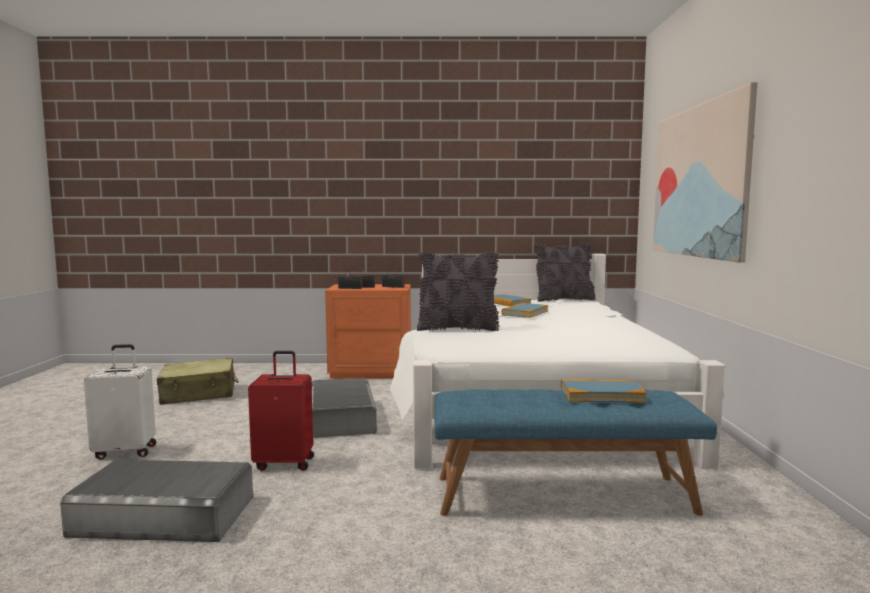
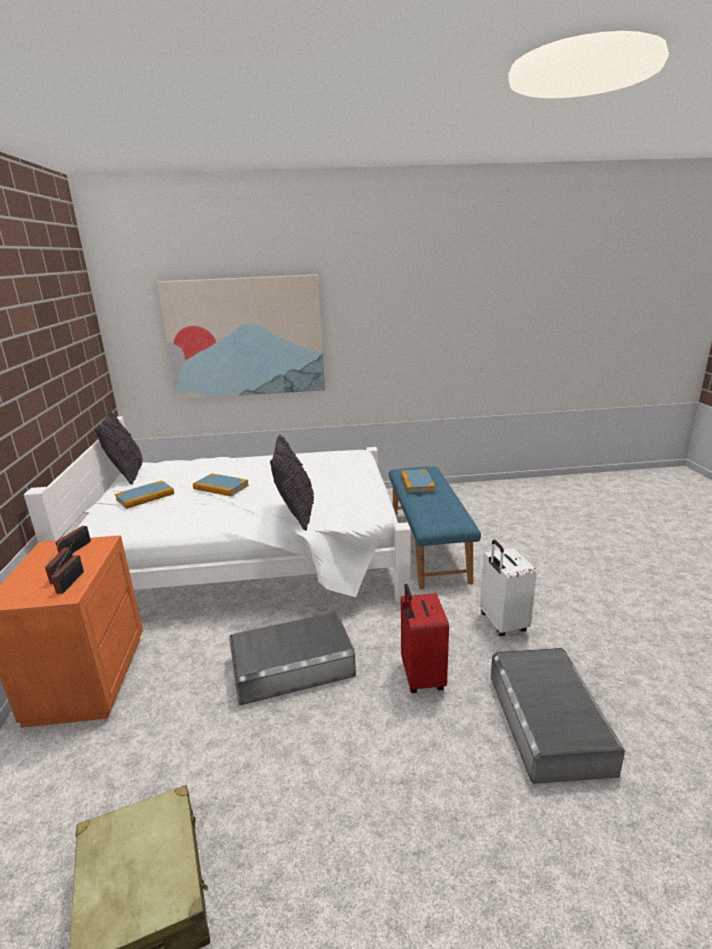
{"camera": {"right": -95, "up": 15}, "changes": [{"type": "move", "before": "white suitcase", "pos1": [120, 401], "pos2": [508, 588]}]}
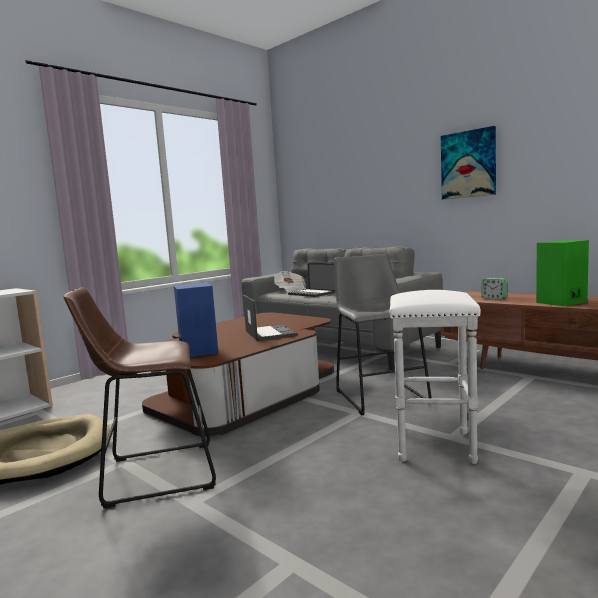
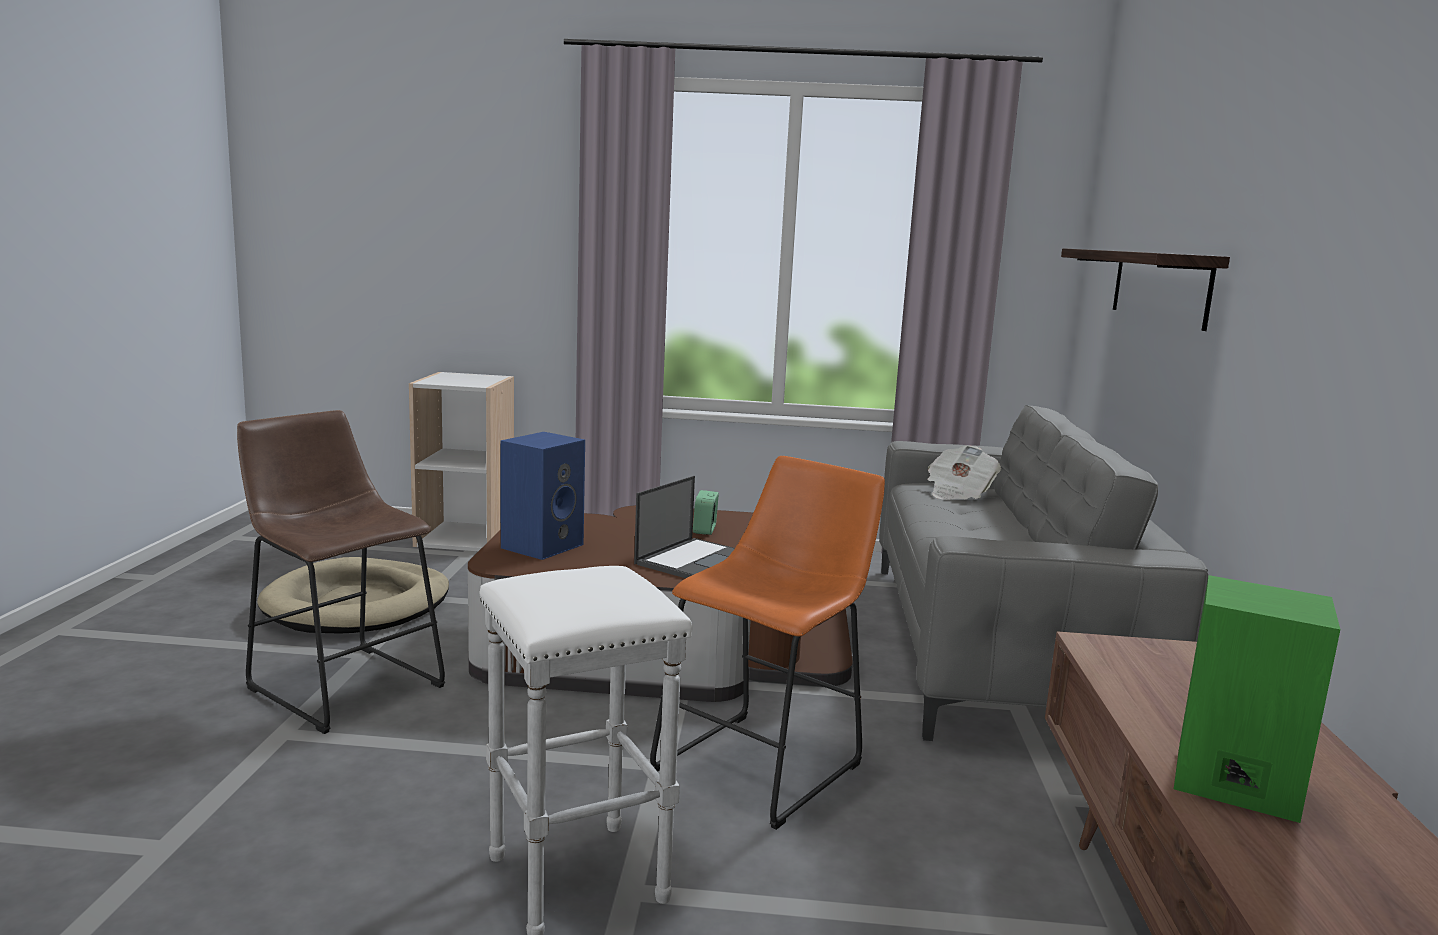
{"camera": {"right": 50, "up": 5}, "changes": [{"type": "delete", "before": "laptop", "pos1": [311, 280]}, {"type": "delete", "before": "picture", "pos1": [468, 162]}, {"type": "insert", "after": "shelf", "pos2": [1145, 289]}, {"type": "move", "before": "alarm clock", "pos1": [495, 289], "pos2": [706, 512]}, {"type": "recolor", "before": "grey stool", "after": "orange stool", "pos1": [382, 335], "pos2": [767, 643]}]}
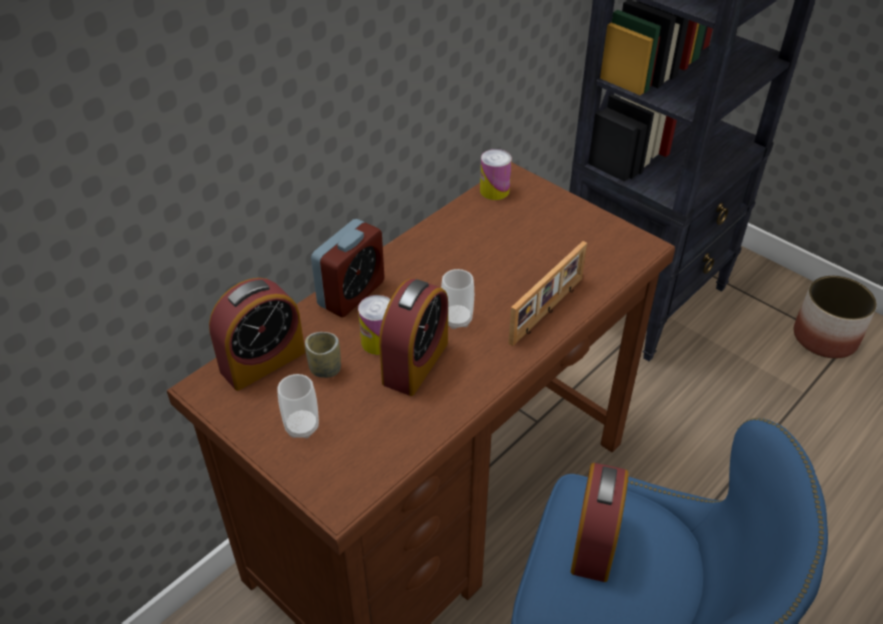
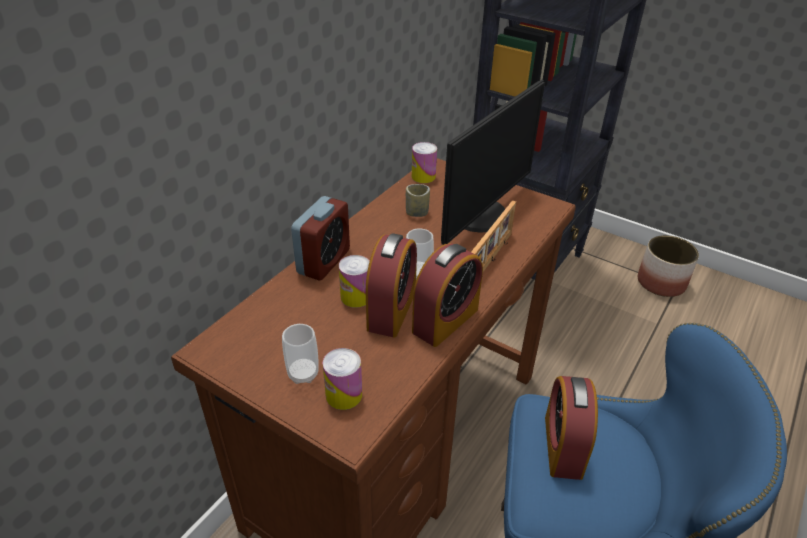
{"camera": {"right": -10, "up": -5}, "changes": [{"type": "insert", "after": "can", "pos2": [342, 379]}, {"type": "insert", "after": "monitor", "pos2": [493, 162]}, {"type": "move", "before": "alarm clock", "pos1": [257, 334], "pos2": [447, 295]}, {"type": "move", "before": "cup", "pos1": [323, 355], "pos2": [418, 200]}]}
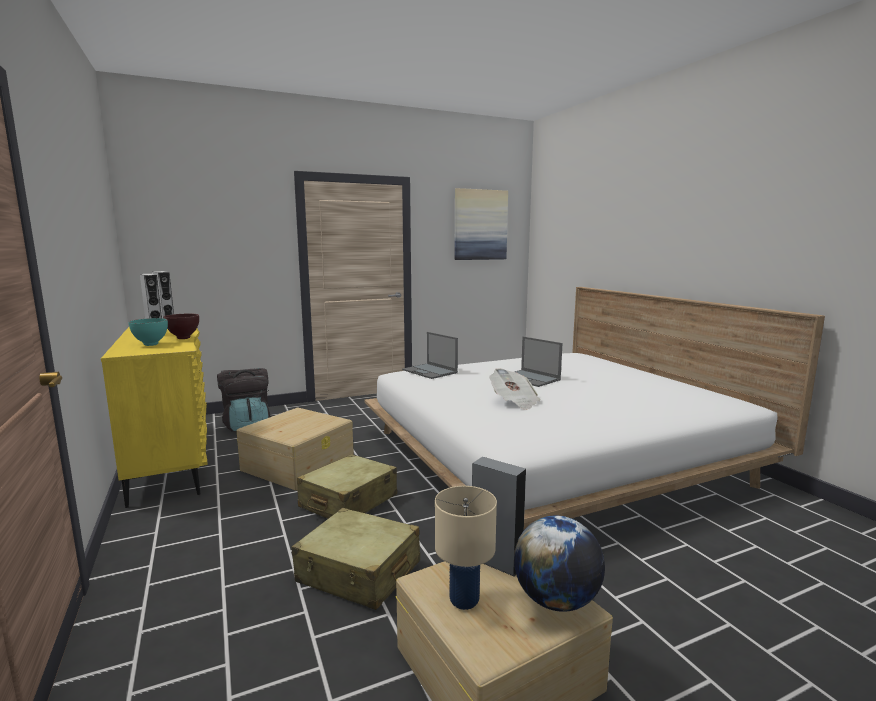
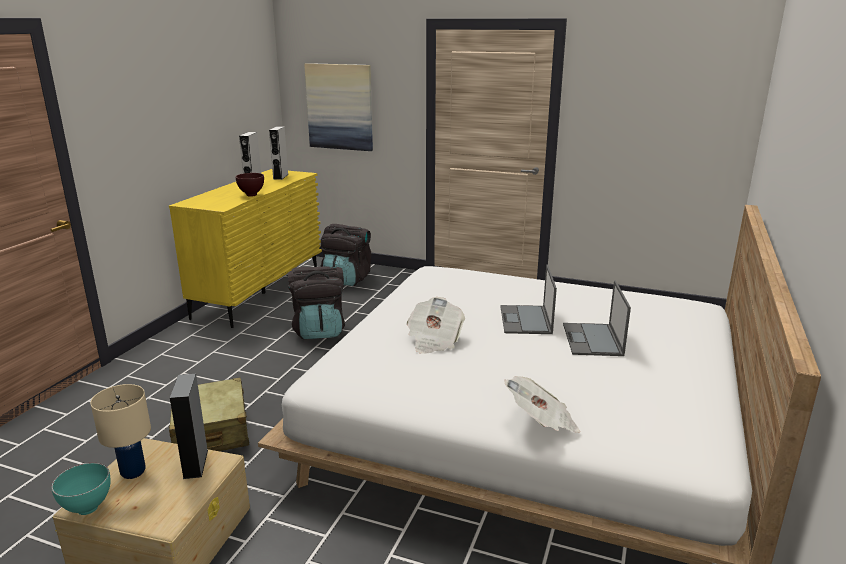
{"camera": {"right": 45, "up": 10}, "changes": [{"type": "delete", "before": "beige suitcase", "pos1": [347, 486]}, {"type": "delete", "before": "globe", "pos1": [559, 564]}, {"type": "insert", "after": "newspaper", "pos2": [542, 404]}, {"type": "move", "before": "turquoise bowl", "pos1": [148, 332], "pos2": [81, 489]}, {"type": "move", "before": "laptop", "pos1": [430, 355], "pos2": [597, 318]}, {"type": "move", "before": "picture", "pos1": [481, 224], "pos2": [338, 107]}, {"type": "replace", "before": "beige storage box", "after": "black backpack", "pos1": [295, 448], "pos2": [316, 303]}]}
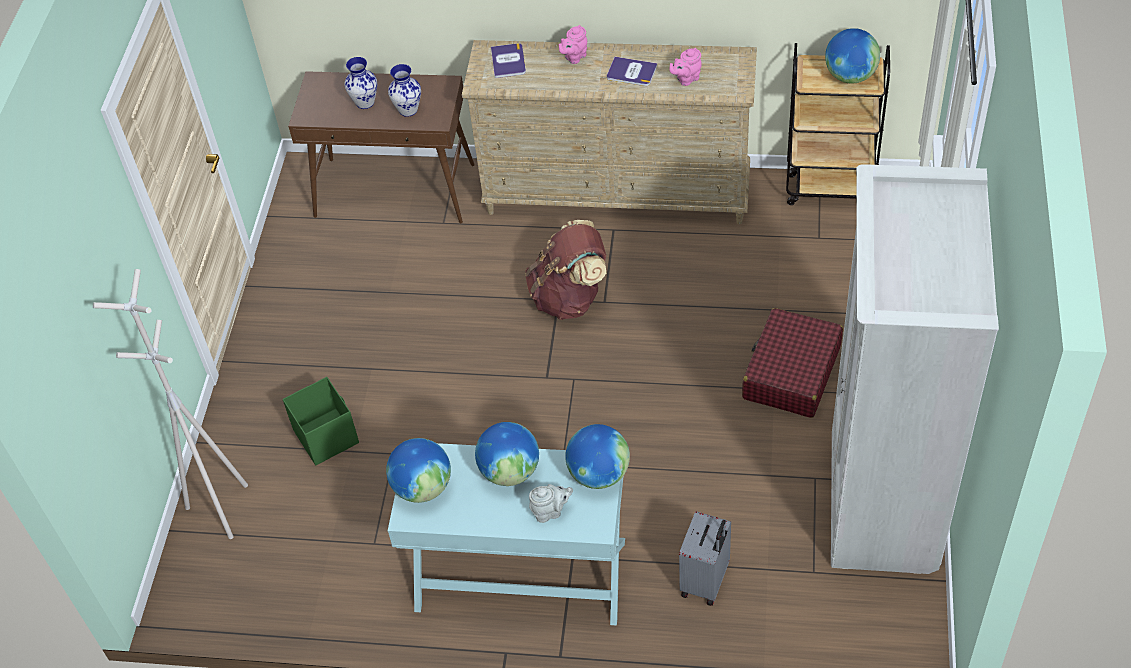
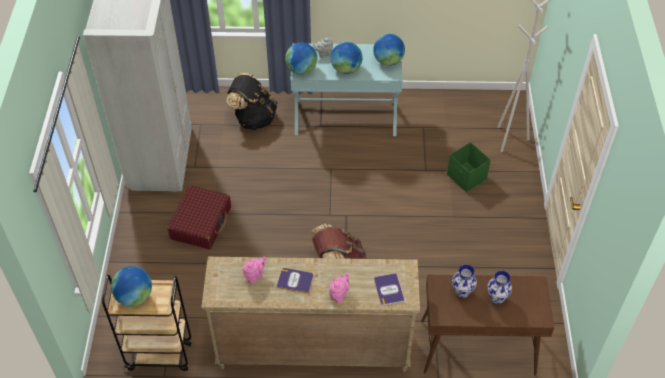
{"camera": {"right": 170, "up": 0}, "changes": [{"type": "replace", "before": "grey suitcase", "after": "black backpack", "pos1": [705, 558], "pos2": [251, 101]}]}
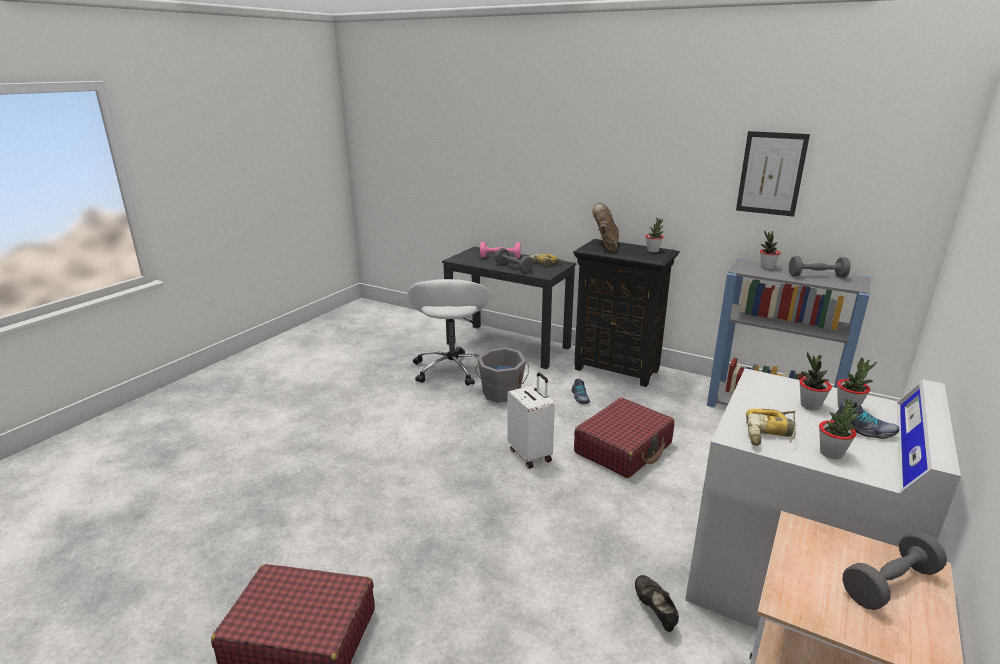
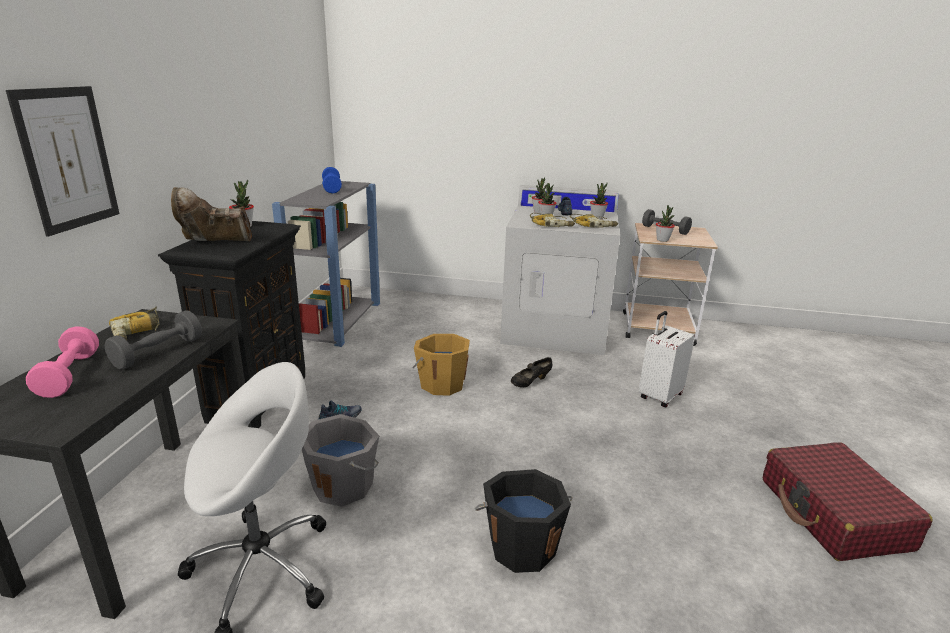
{"camera": {"right": -110, "up": 0}, "changes": [{"type": "insert", "after": "black bucket", "pos2": [524, 521]}, {"type": "insert", "after": "power drill", "pos2": [552, 220]}, {"type": "move", "before": "white suitcase", "pos1": [531, 420], "pos2": [667, 359]}, {"type": "move", "before": "black shoe", "pos1": [657, 603], "pos2": [531, 372]}, {"type": "move", "before": "picture", "pos1": [773, 174], "pos2": [63, 161]}, {"type": "move", "before": "potted plant", "pos1": [770, 249], "pos2": [665, 223]}, {"type": "replace", "before": "red suitcase", "after": "orange bucket", "pos1": [624, 438], "pos2": [441, 365]}, {"type": "recolor", "before": "grey dumbbell", "after": "blue dumbbell", "pos1": [819, 267], "pos2": [332, 180]}]}
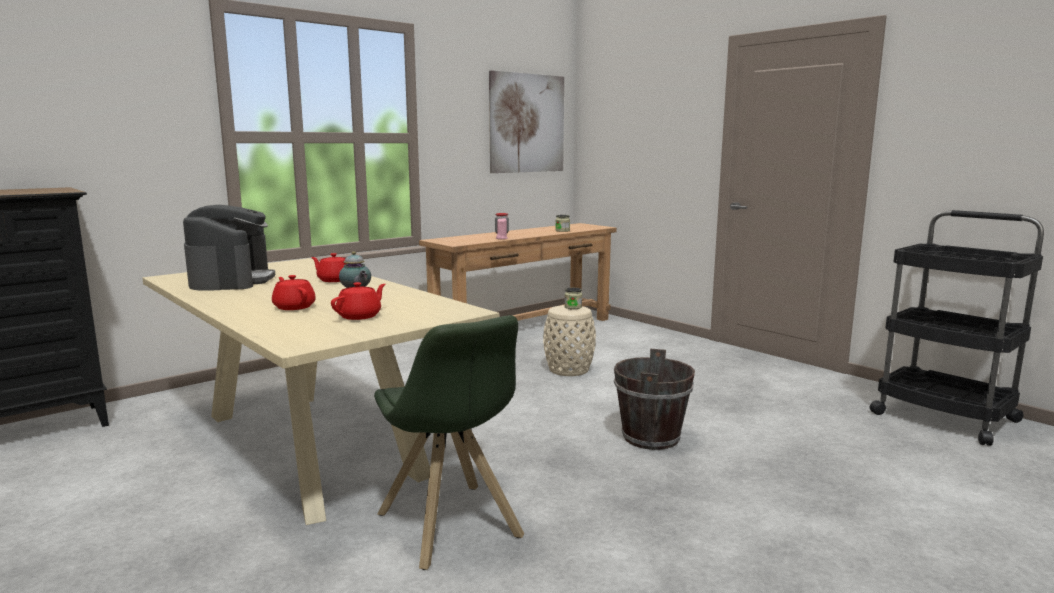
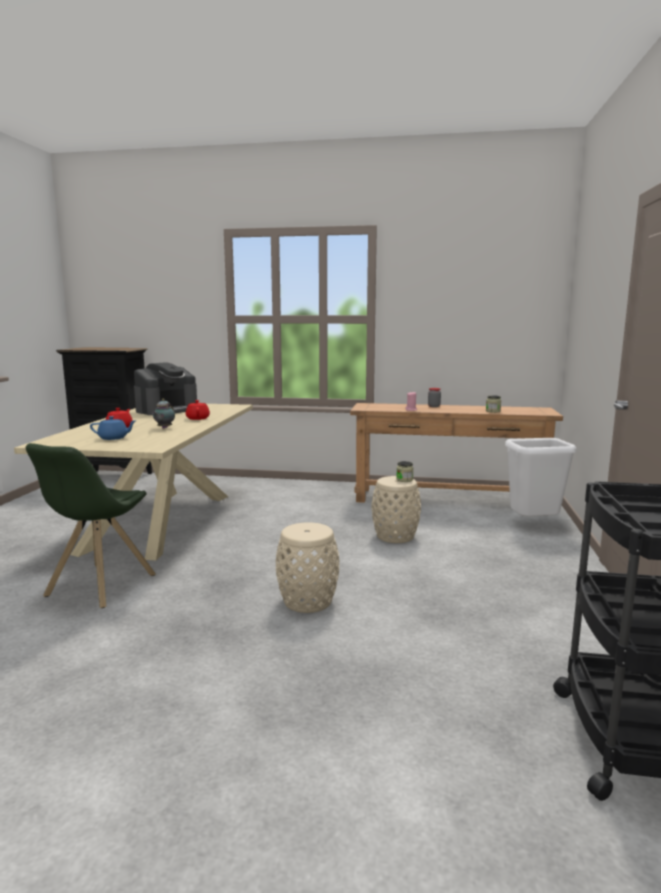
{"camera": {"right": 50, "up": 0}, "changes": [{"type": "delete", "before": "picture", "pos1": [526, 121]}, {"type": "insert", "after": "white trash can", "pos2": [541, 477]}, {"type": "replace", "before": "brown bucket", "after": "beige stool", "pos1": [654, 399], "pos2": [307, 567]}, {"type": "recolor", "before": "red teapot", "after": "blue teapot", "pos1": [358, 301], "pos2": [113, 428]}]}
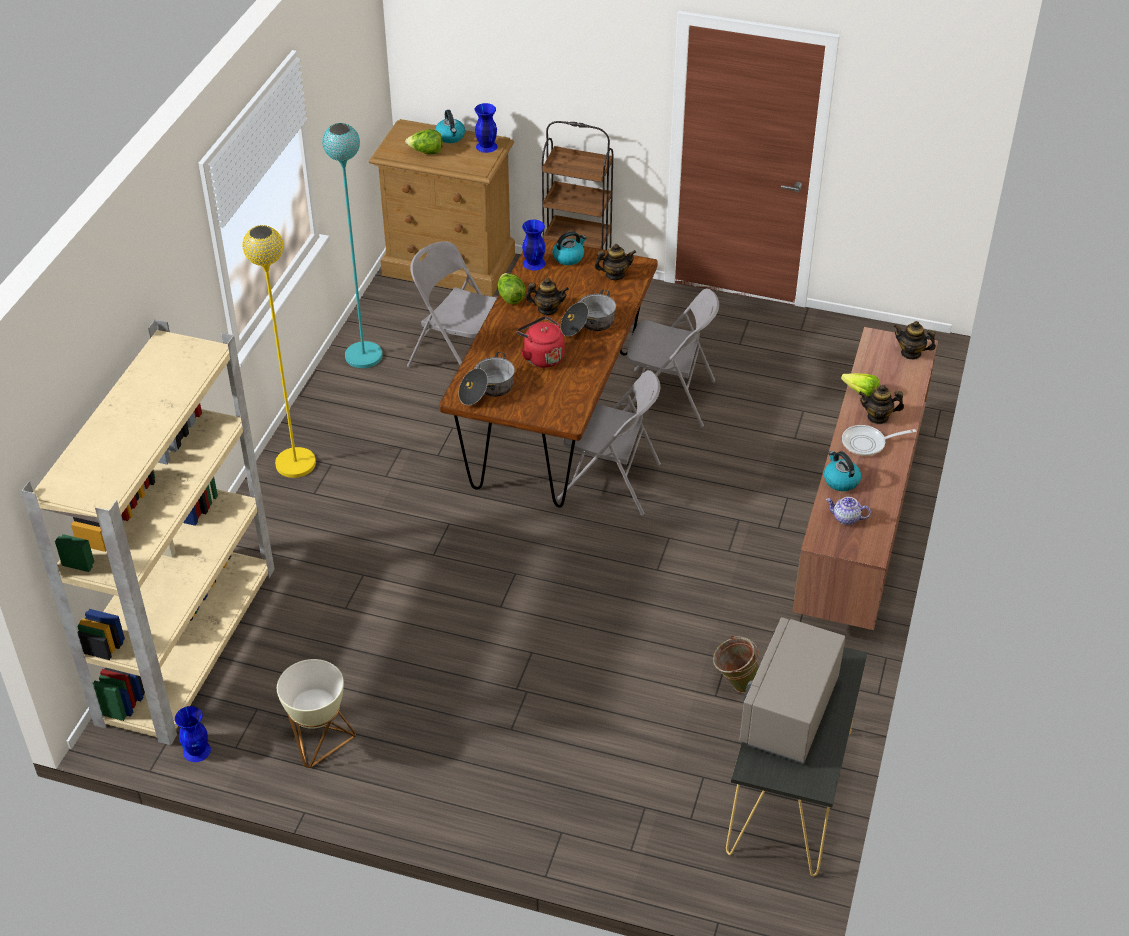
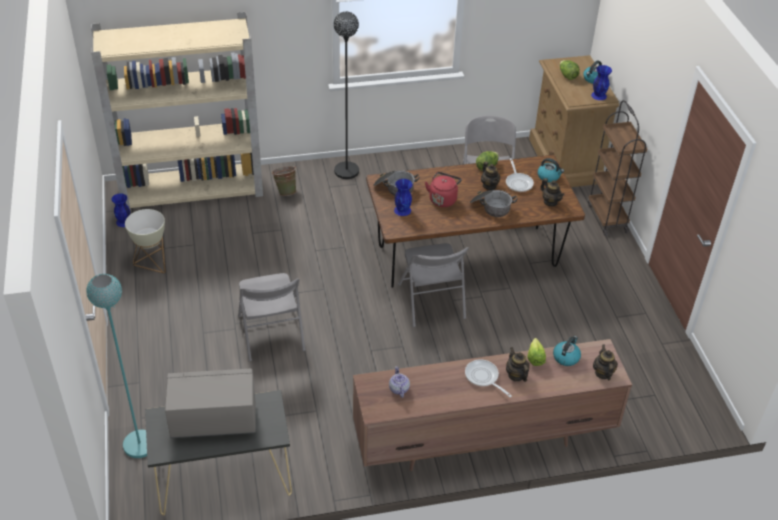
{"camera": {"right": 60, "up": 0}, "changes": [{"type": "insert", "after": "frying pan", "pos2": [520, 175]}, {"type": "move", "before": "turquoise floor lamp", "pos1": [352, 245], "pos2": [116, 366]}, {"type": "move", "before": "blue vase", "pos1": [533, 245], "pos2": [403, 197]}, {"type": "move", "before": "grey chair", "pos1": [671, 358], "pos2": [272, 317]}, {"type": "move", "before": "green bucket", "pos1": [736, 664], "pos2": [284, 181]}, {"type": "move", "before": "kettle", "pos1": [842, 471], "pos2": [567, 351]}, {"type": "recolor", "before": "yellow floor lamp", "after": "black floor lamp", "pos1": [279, 351], "pos2": [346, 95]}]}
